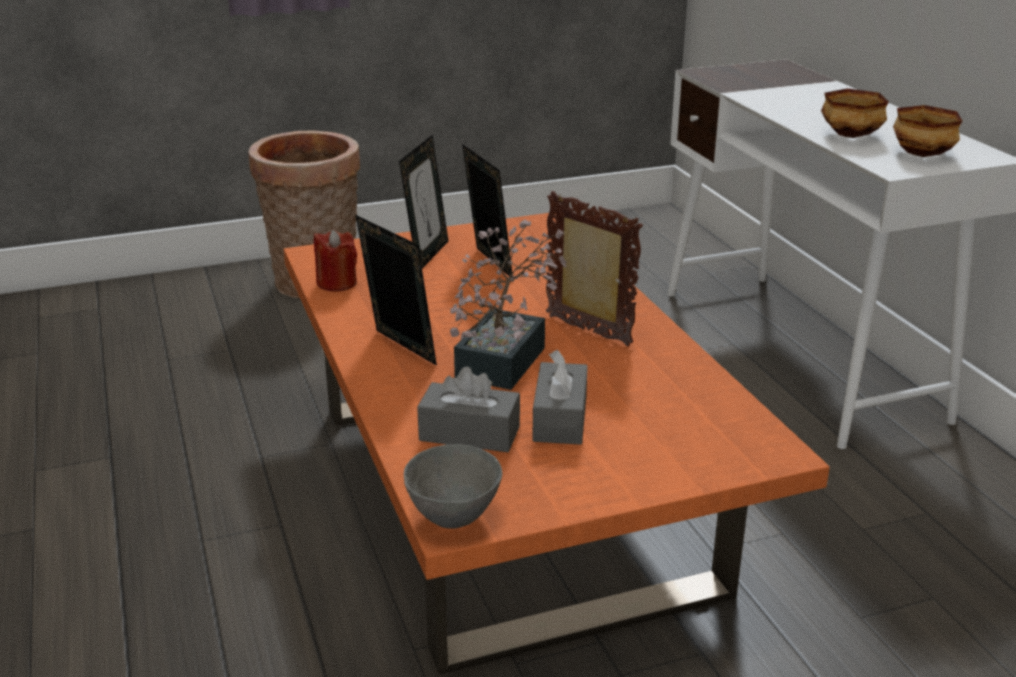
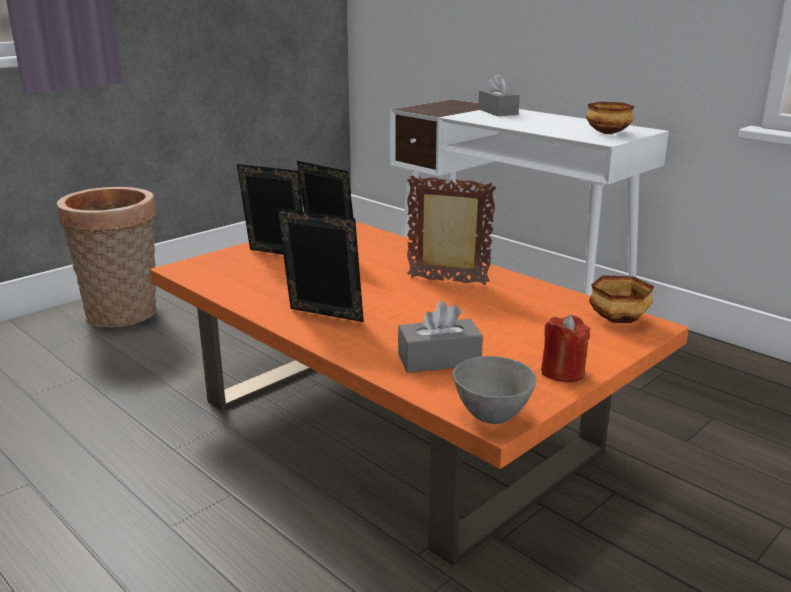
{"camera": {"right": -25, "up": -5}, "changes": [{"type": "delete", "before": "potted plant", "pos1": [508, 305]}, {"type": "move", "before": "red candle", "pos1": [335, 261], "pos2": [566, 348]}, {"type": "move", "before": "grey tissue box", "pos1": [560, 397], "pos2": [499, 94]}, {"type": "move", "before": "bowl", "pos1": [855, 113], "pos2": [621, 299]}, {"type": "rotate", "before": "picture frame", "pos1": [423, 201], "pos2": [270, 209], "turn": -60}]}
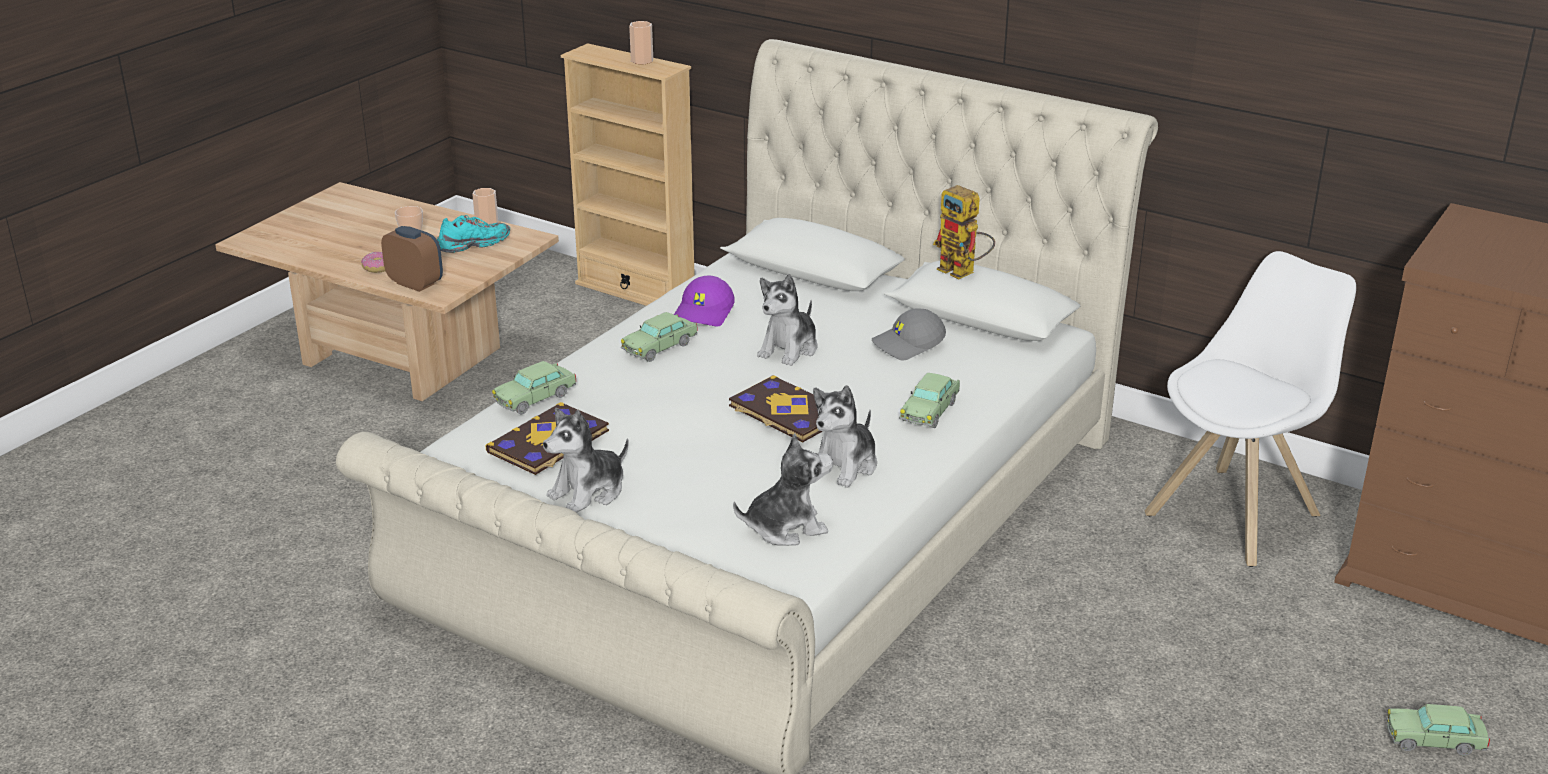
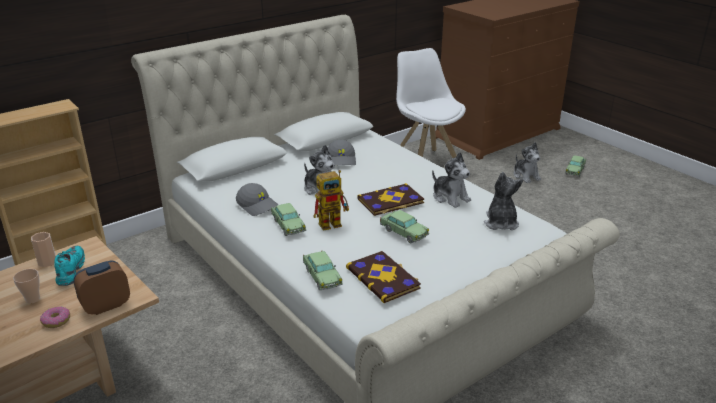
{"camera": {"right": -70, "up": 0}, "changes": [{"type": "delete", "before": "cup", "pos1": [641, 42]}, {"type": "move", "before": "plush toy", "pos1": [586, 460], "pos2": [527, 162]}, {"type": "move", "before": "toy car", "pos1": [929, 400], "pos2": [404, 226]}, {"type": "move", "before": "toy robot", "pos1": [964, 232], "pos2": [331, 200]}, {"type": "recolor", "before": "purple cap", "after": "grey cap", "pos1": [704, 301], "pos2": [257, 199]}]}
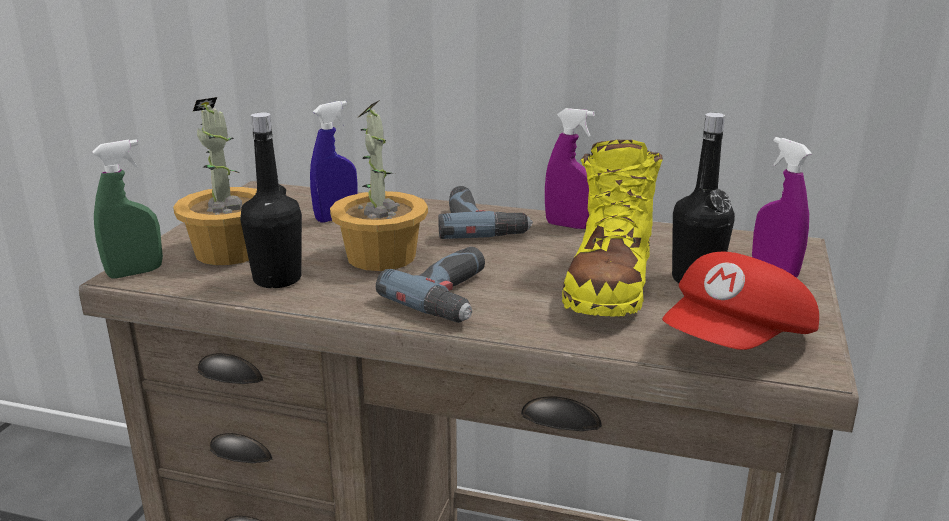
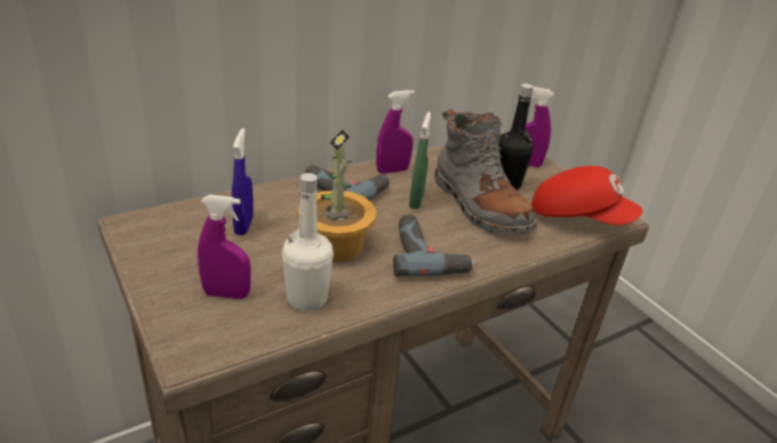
{"camera": {"right": -50, "up": 10}, "changes": [{"type": "move", "before": "green spray bottle", "pos1": [127, 209], "pos2": [420, 160]}, {"type": "replace", "before": "potted plant", "after": "purple spray bottle", "pos1": [215, 181], "pos2": [224, 247]}, {"type": "recolor", "before": "black bottle", "after": "white bottle", "pos1": [271, 200], "pos2": [308, 242]}, {"type": "recolor", "before": "yellow boot", "after": "grey boot", "pos1": [612, 228], "pos2": [485, 172]}, {"type": "rotate", "before": "red cap", "pos1": [740, 301], "pos2": [587, 195], "turn": -60}]}
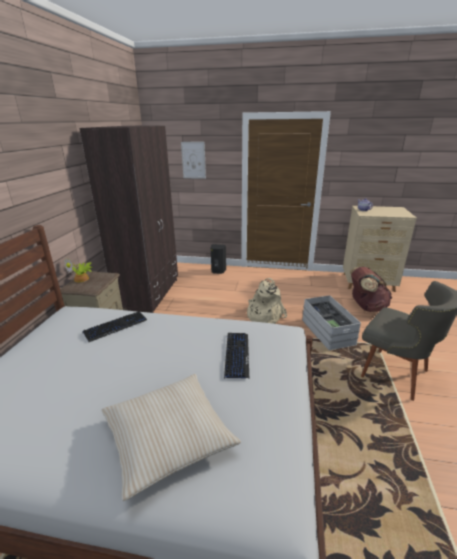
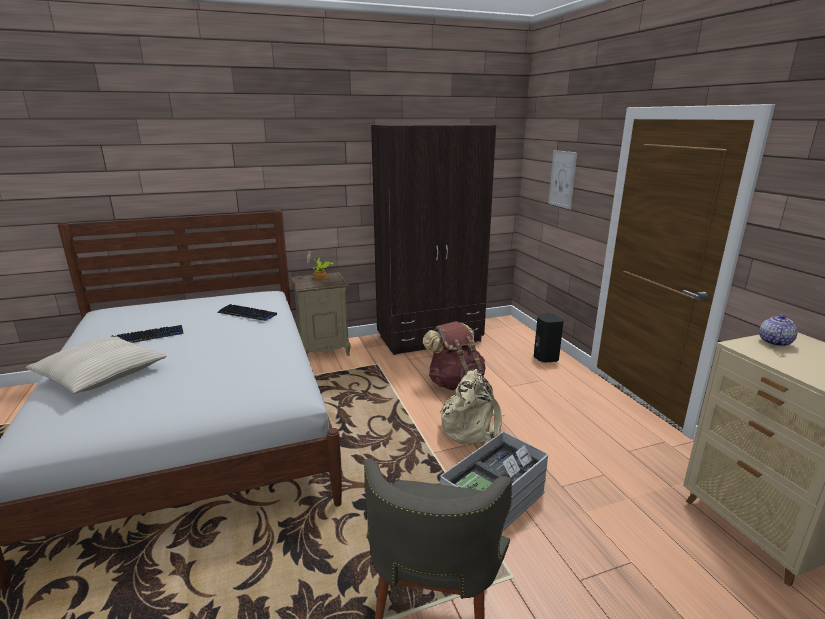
{"camera": {"right": 60, "up": -5}, "changes": [{"type": "move", "before": "keyboard", "pos1": [236, 356], "pos2": [148, 334]}, {"type": "move", "before": "brown backpack", "pos1": [371, 289], "pos2": [454, 355]}]}
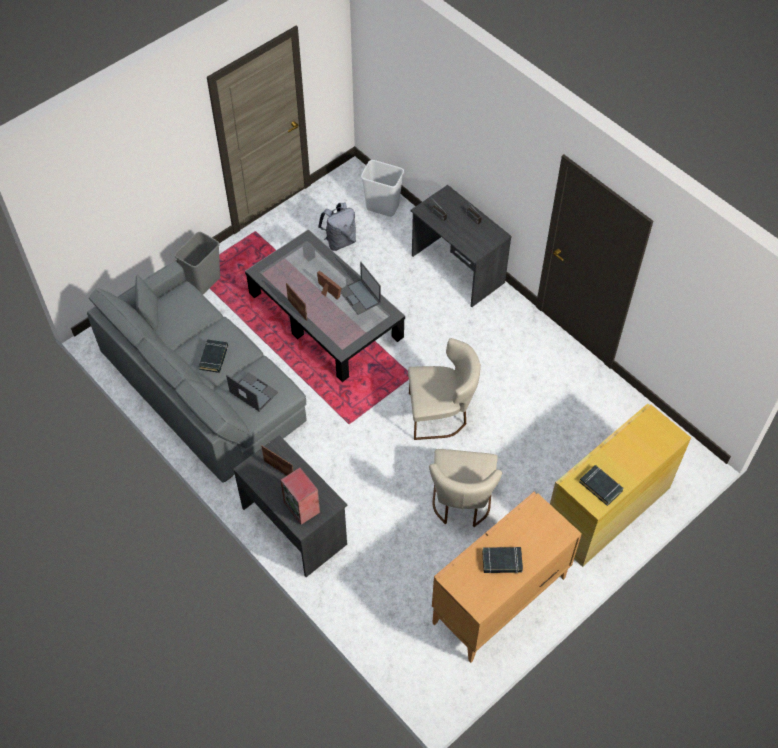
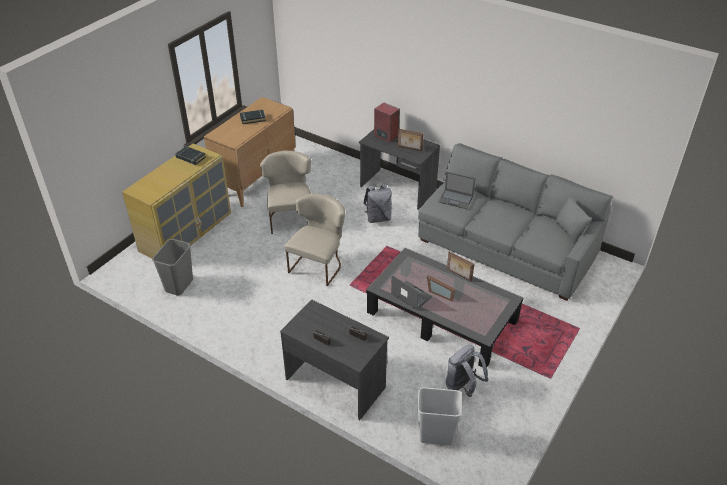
{"camera": {"right": 165, "up": -15}, "changes": [{"type": "delete", "before": "black book", "pos1": [213, 356]}, {"type": "insert", "after": "grey backpack", "pos2": [377, 203]}, {"type": "move", "before": "grey trash can", "pos1": [197, 263], "pos2": [172, 267]}, {"type": "rotate", "before": "beige chair", "pos1": [444, 389], "pos2": [314, 240], "turn": 135}]}
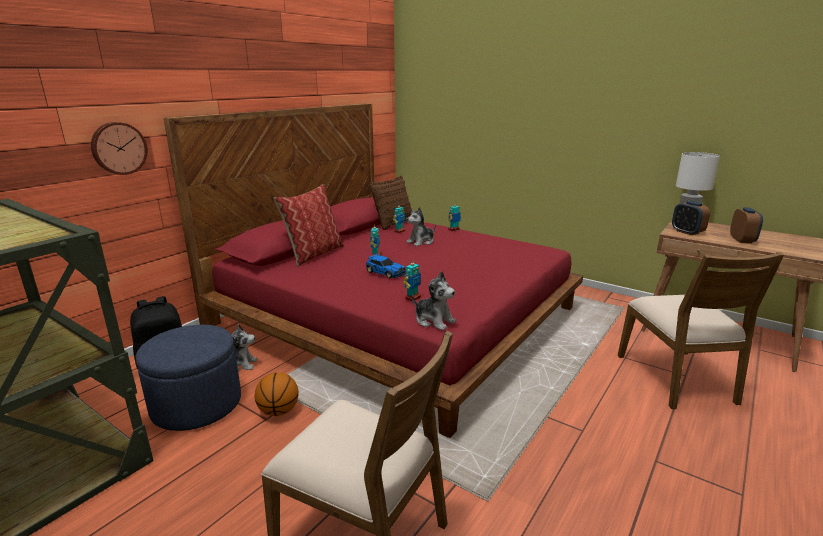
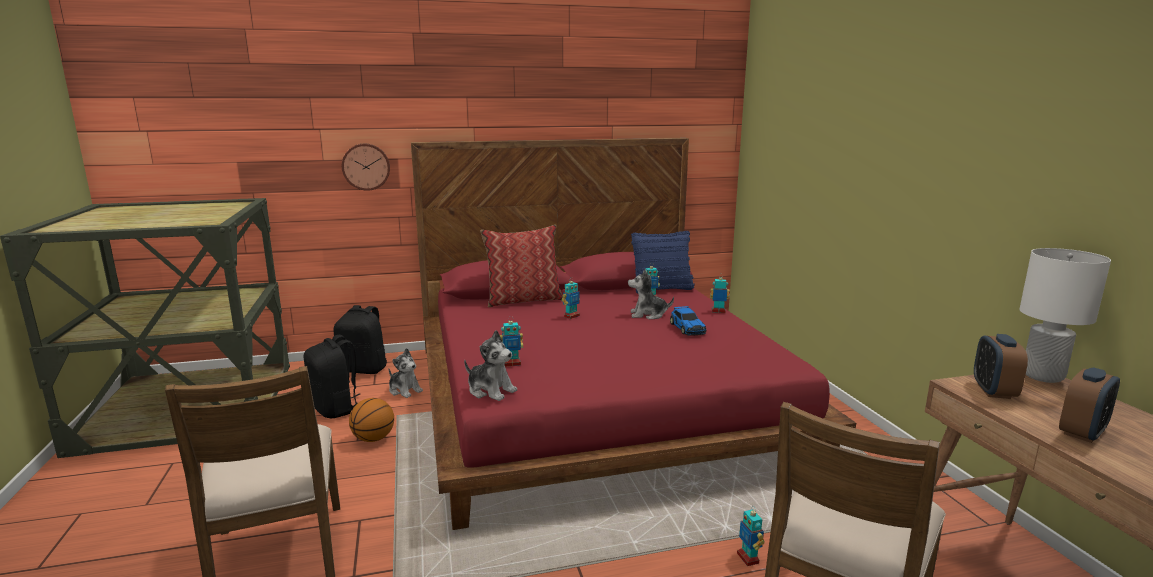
{"camera": {"right": 40, "up": -5}, "changes": [{"type": "insert", "after": "toy robot", "pos2": [751, 536]}, {"type": "move", "before": "toy car", "pos1": [386, 266], "pos2": [688, 321]}, {"type": "replace", "before": "blue ottoman", "after": "black backpack", "pos1": [188, 378], "pos2": [332, 376]}, {"type": "recolor", "before": "brown pillow", "after": "blue pillow", "pos1": [391, 203], "pos2": [663, 262]}, {"type": "rotate", "before": "plush toy", "pos1": [434, 300], "pos2": [490, 365], "turn": -45}]}
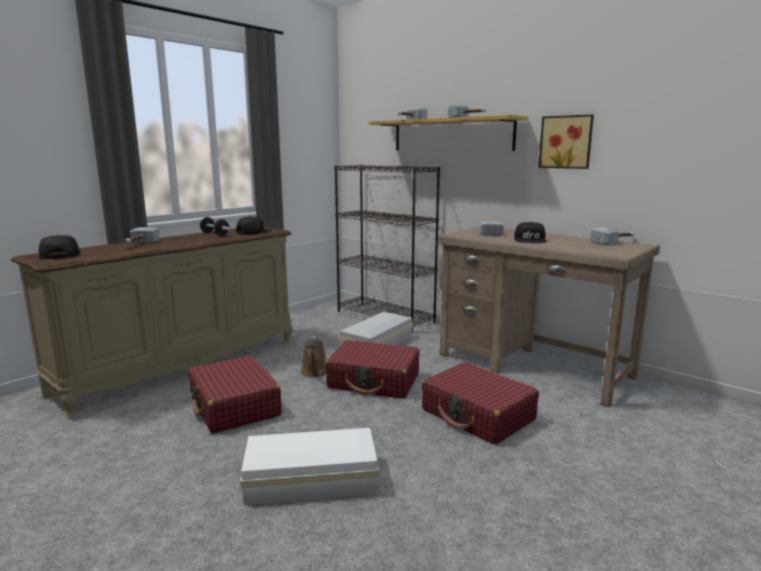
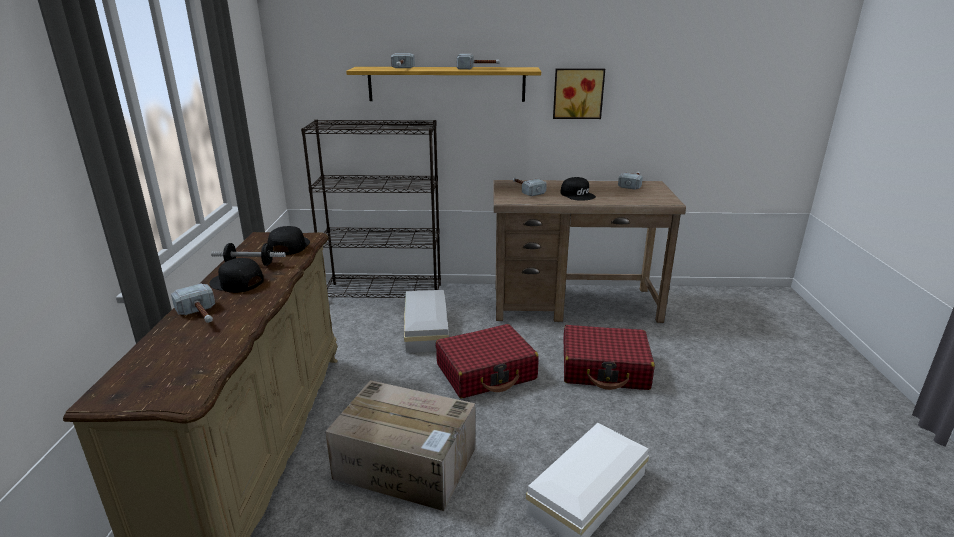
{"camera": {"right": -40, "up": 10}, "changes": [{"type": "delete", "before": "brown watering can", "pos1": [313, 356]}, {"type": "move", "before": "black cap", "pos1": [59, 247], "pos2": [236, 275]}, {"type": "replace", "before": "red suitcase", "after": "cardboard box", "pos1": [235, 394], "pos2": [400, 445]}]}
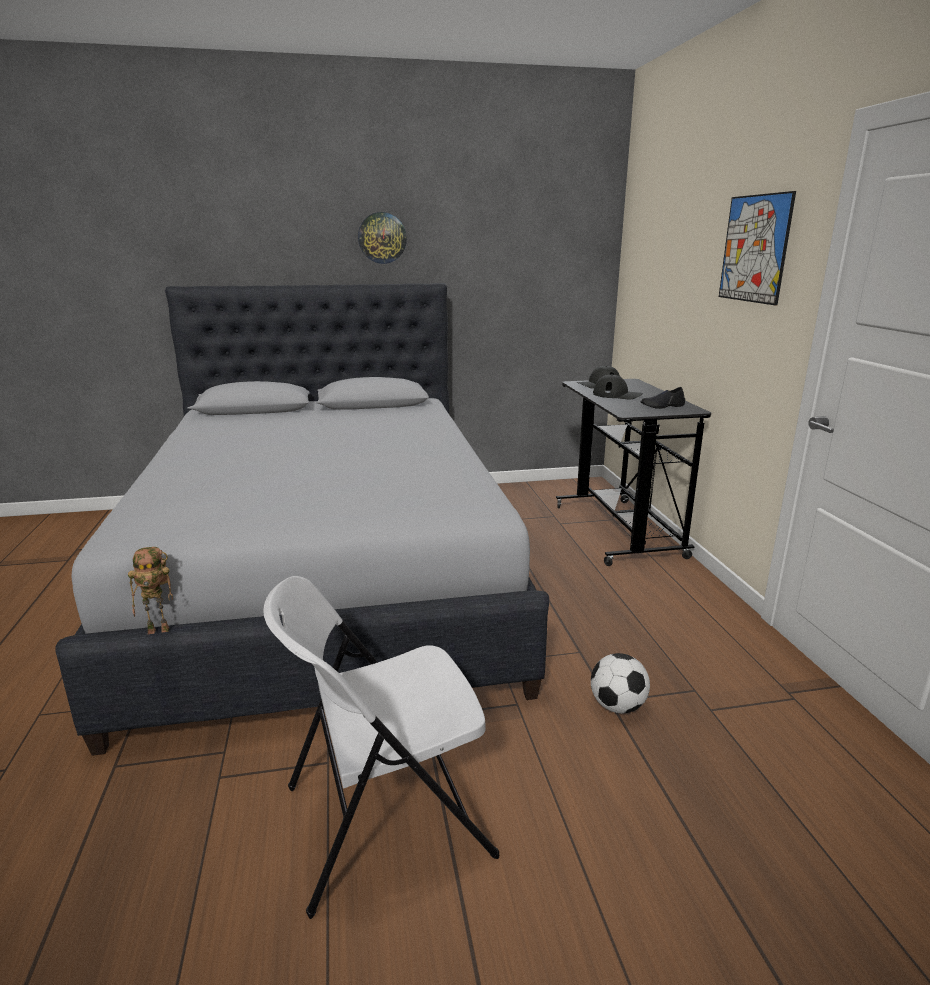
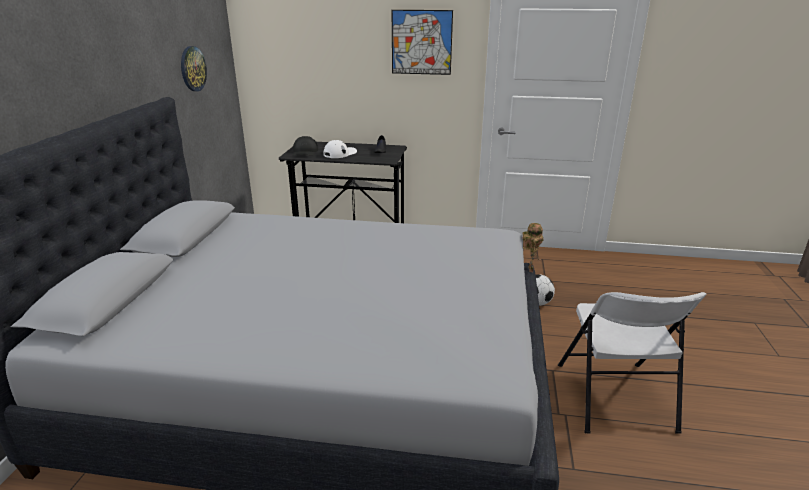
{"camera": {"right": -70, "up": 5}, "changes": [{"type": "move", "before": "toy robot", "pos1": [150, 590], "pos2": [532, 247]}, {"type": "move", "before": "wall clock", "pos1": [382, 238], "pos2": [194, 68]}, {"type": "recolor", "before": "black cap", "after": "white cap", "pos1": [618, 387], "pos2": [340, 149]}]}
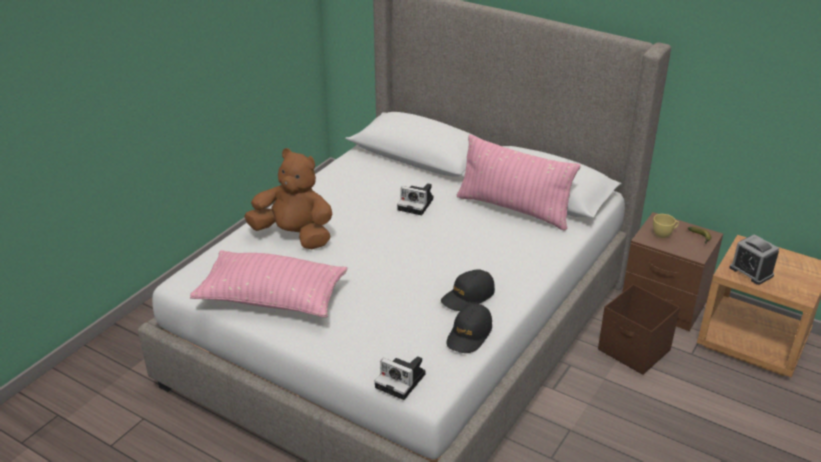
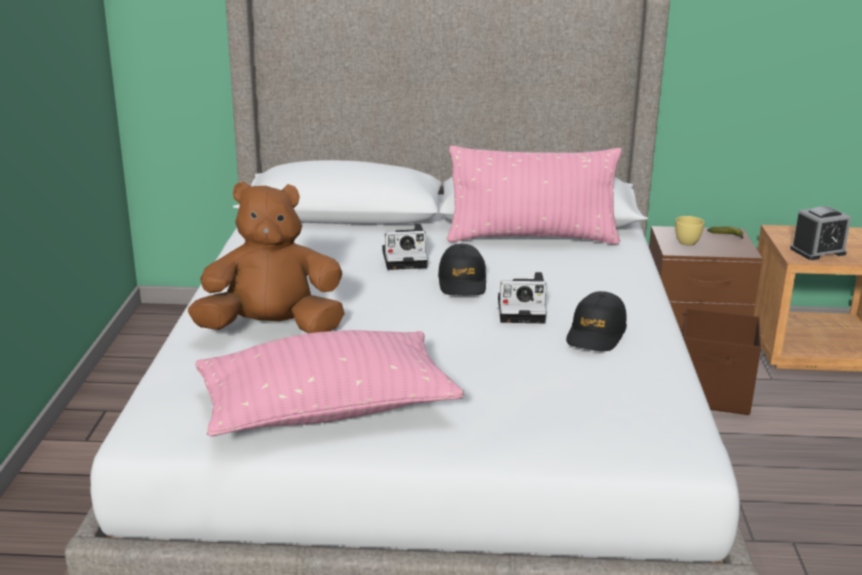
{"camera": {"right": -30, "up": -10}, "changes": [{"type": "move", "before": "photo camera", "pos1": [400, 378], "pos2": [522, 297]}, {"type": "move", "before": "black cap", "pos1": [469, 328], "pos2": [462, 269]}, {"type": "rotate", "before": "alarm clock", "pos1": [754, 259], "pos2": [820, 233], "turn": -45}]}
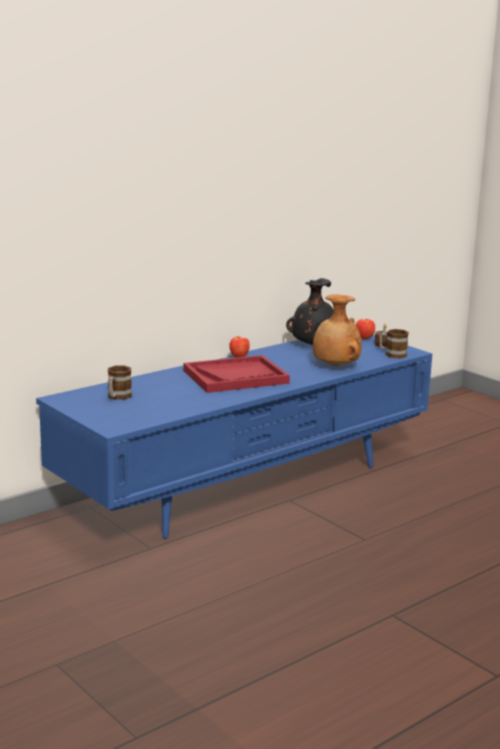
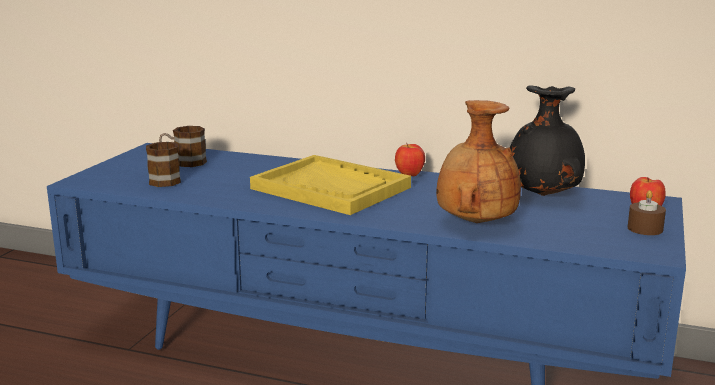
{"camera": {"right": 60, "up": 0}, "changes": [{"type": "move", "before": "mug", "pos1": [394, 344], "pos2": [163, 164]}, {"type": "recolor", "before": "red tray", "after": "yellow tray", "pos1": [237, 374], "pos2": [330, 185]}]}
